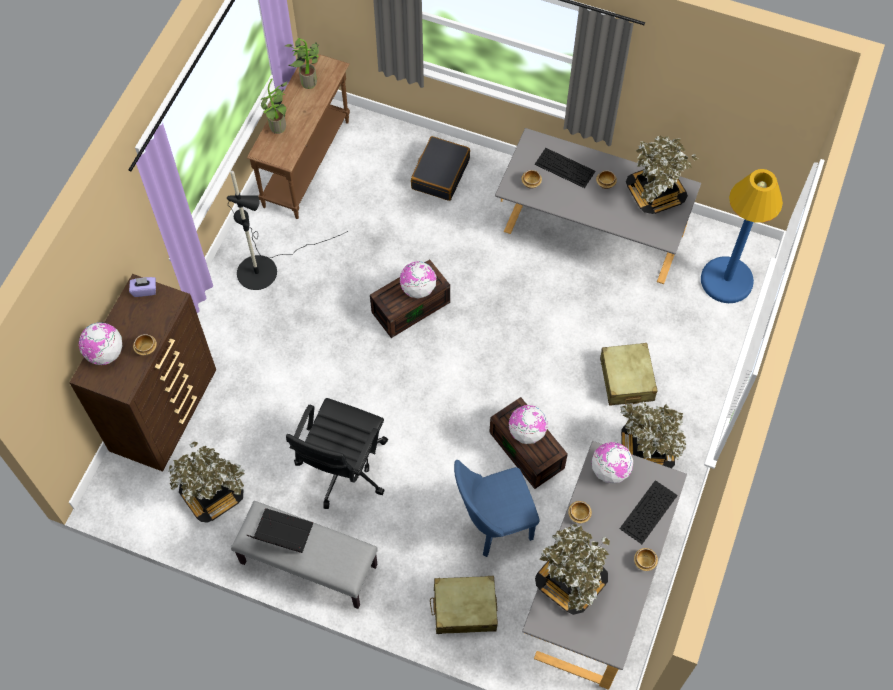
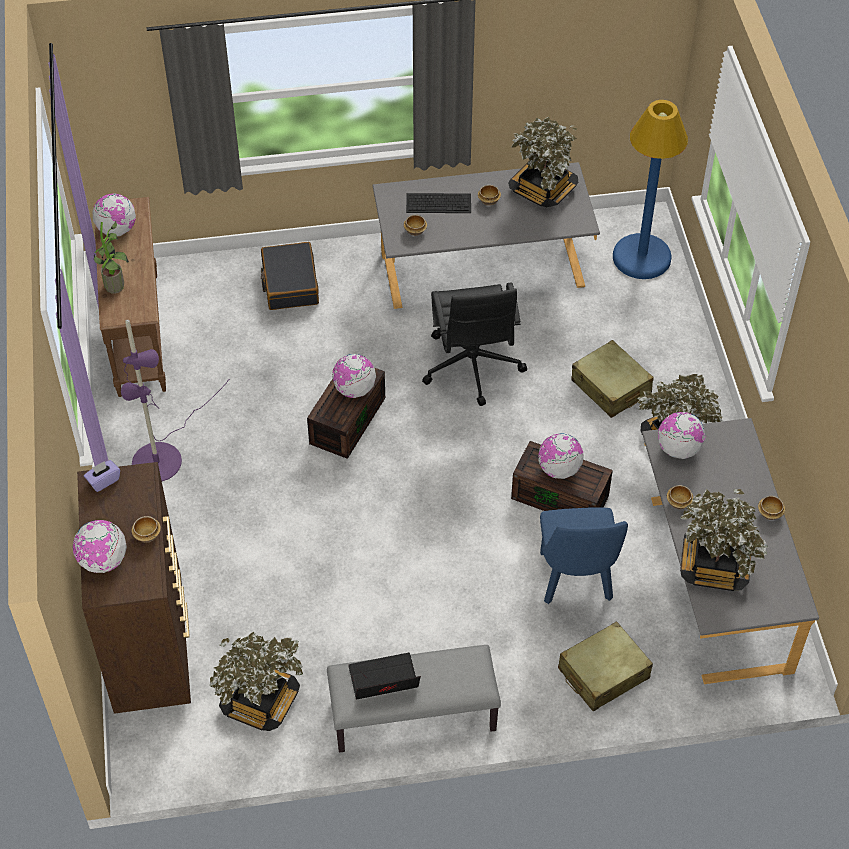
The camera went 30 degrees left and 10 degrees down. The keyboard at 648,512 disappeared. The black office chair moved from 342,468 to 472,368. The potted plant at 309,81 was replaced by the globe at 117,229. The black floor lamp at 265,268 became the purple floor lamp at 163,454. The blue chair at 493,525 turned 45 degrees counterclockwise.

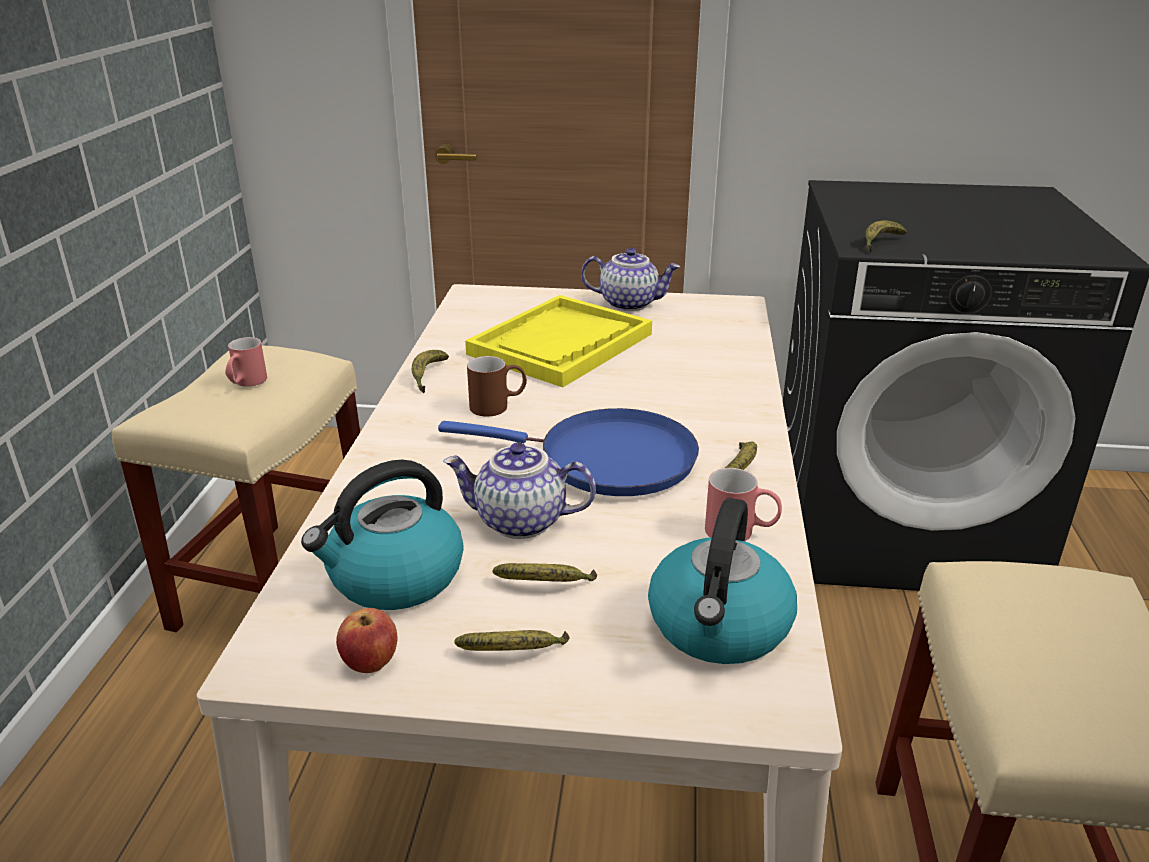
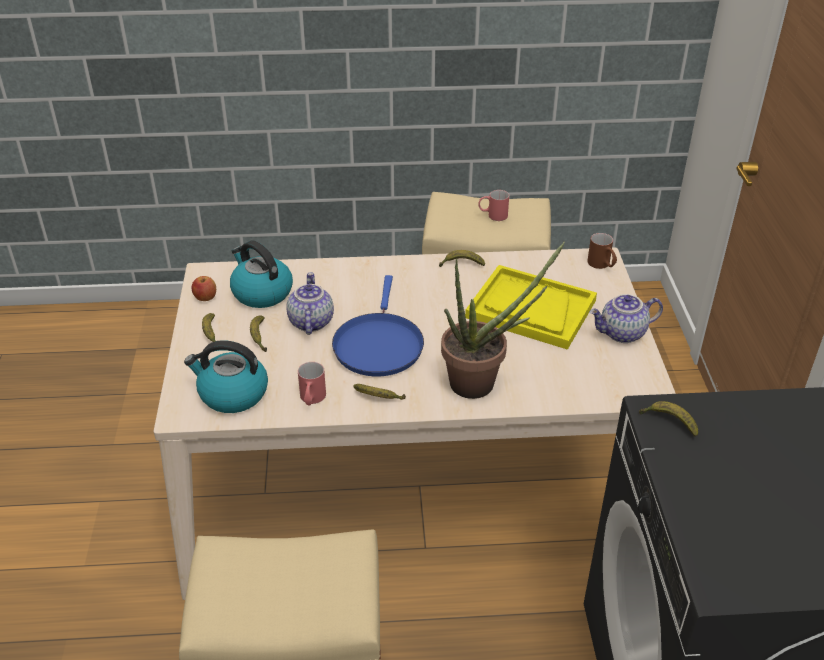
The camera went 80 degrees right and 10 degrees up. The potted plant at 482,383 appeared. The brown mug moved from 498,406 to 602,265. The teapot at 629,303 turned 75 degrees clockwise.

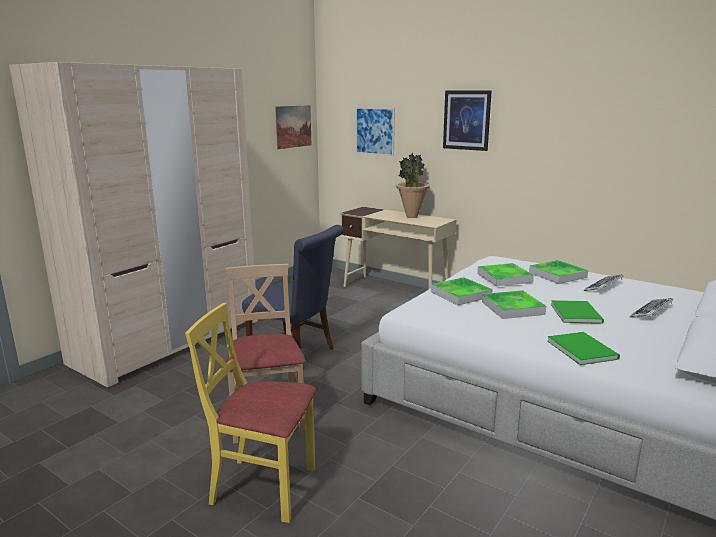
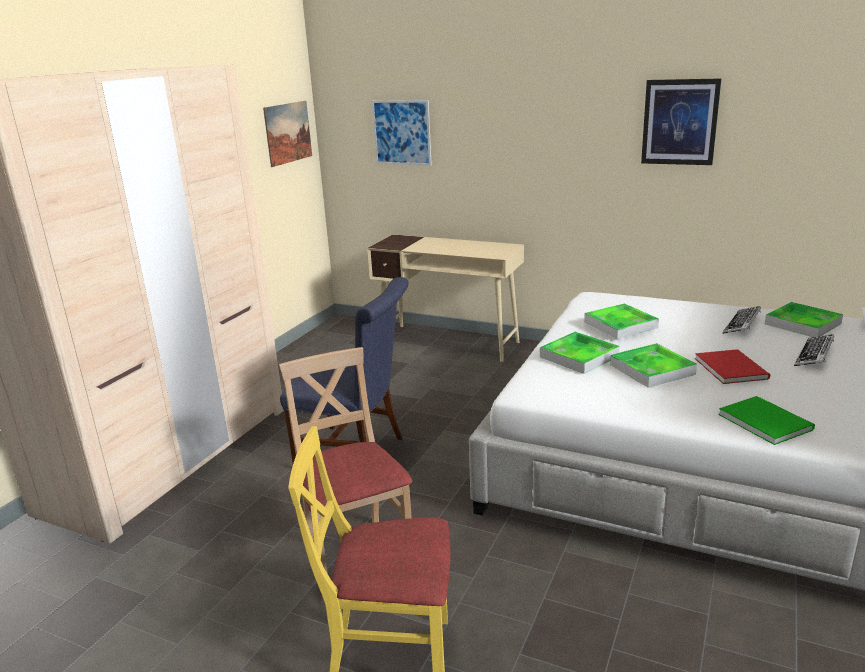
The camera went 10 degrees left and 5 degrees up. The potted plant at 411,216 disappeared. The picture moved from 466,120 to 679,122. The tray moved from 557,275 to 802,324. The green book at 576,313 became the red book at 731,367.

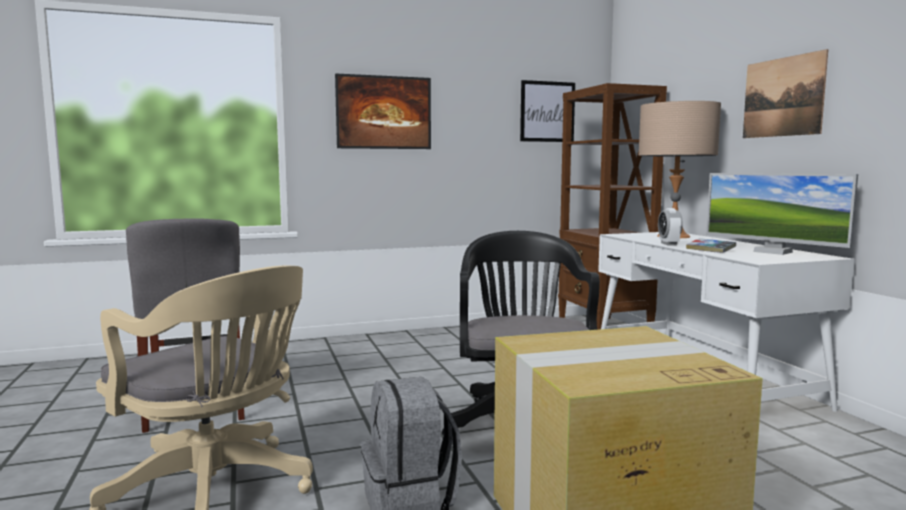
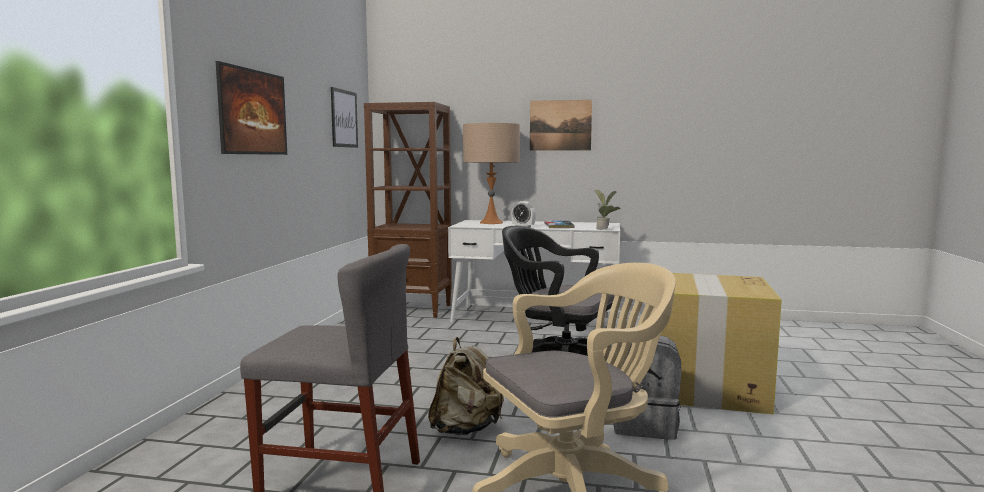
The camera went 60 degrees left and 0 degrees up. The monitor at 772,252 disappeared. The beige backpack at 466,429 appeared. The potted plant at 605,229 appeared.

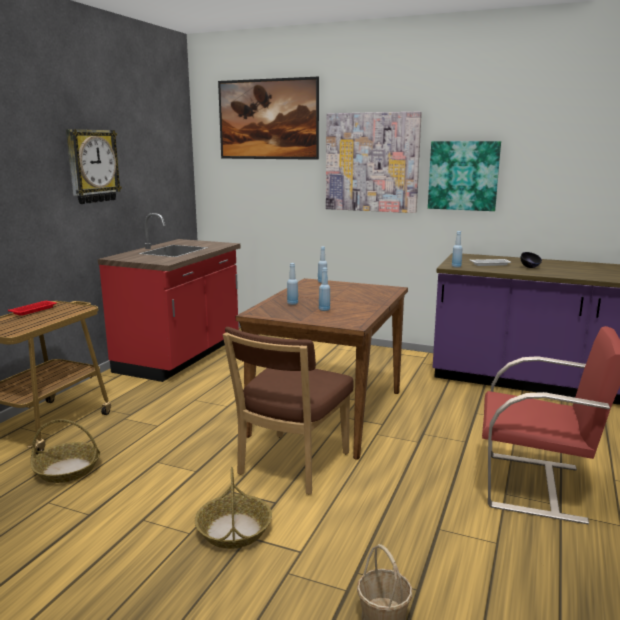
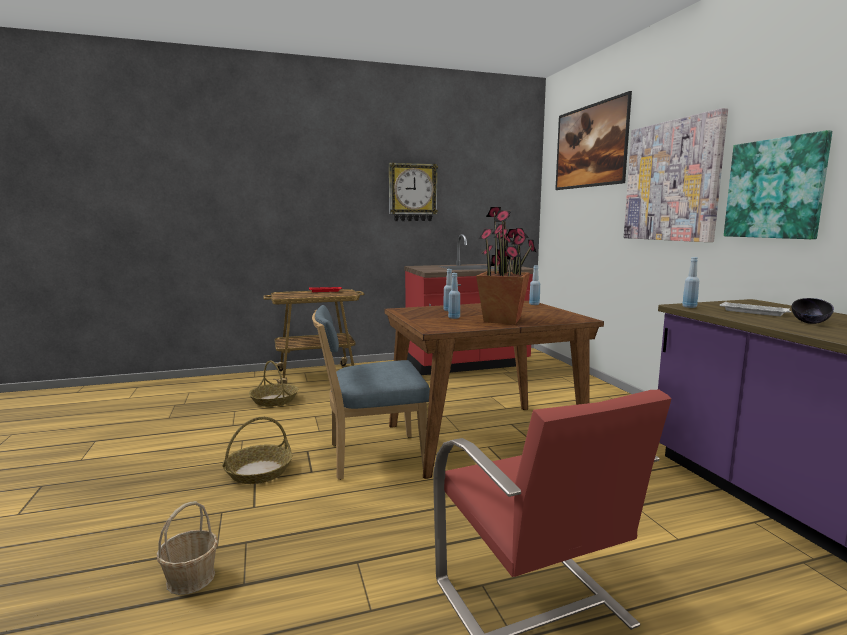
The camera went 50 degrees right and 5 degrees down. The potted plant at 503,320 appeared. The brown chair at 290,466 became the blue chair at 371,457.

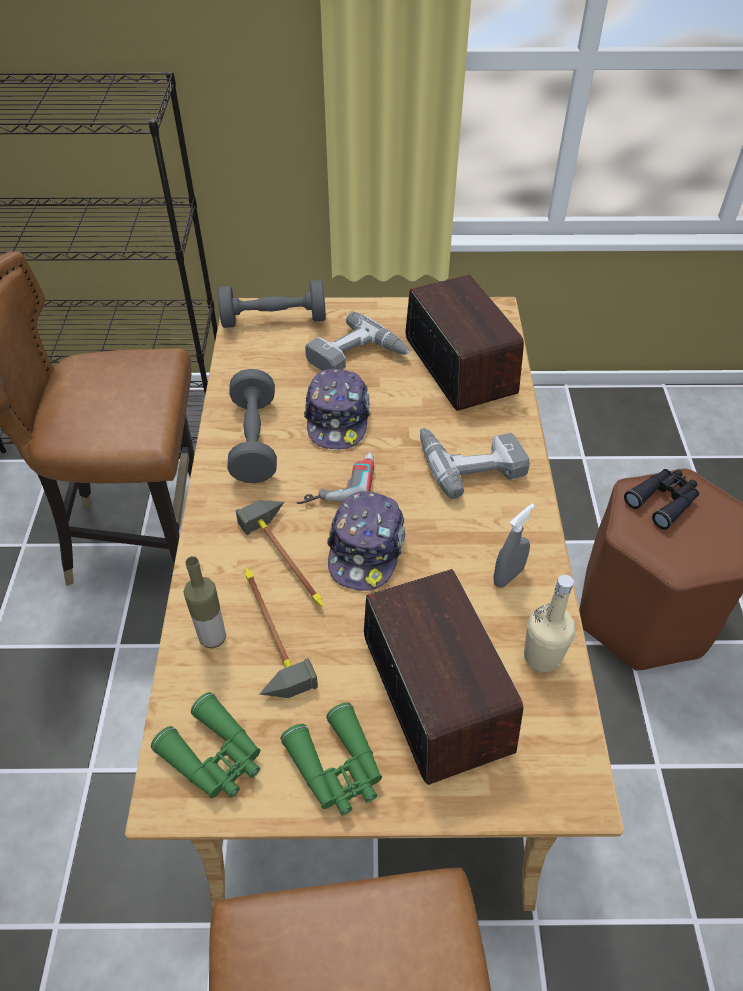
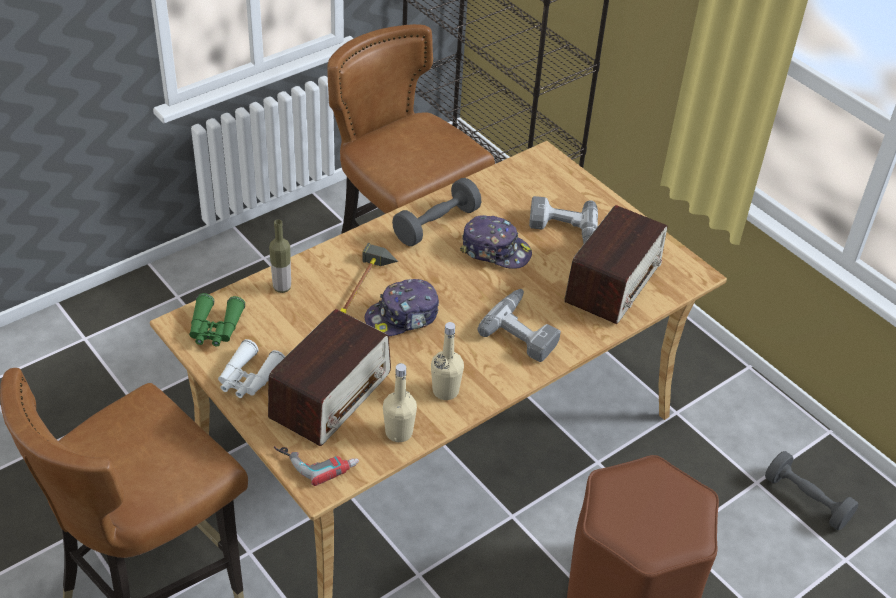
The camera went 50 degrees right and 5 degrees down. The hammer at 263,633 disappeared. The black binoculars at 663,501 disappeared. The grey dumbbell moved from 274,320 to 806,500. The power drill moved from 337,482 to 317,459. The grey spray bottle at 508,576 was replaced by the beige bottle at 445,391. The green binoculars at 337,768 became the white binoculars at 248,378. The cap at 338,418 turned 120 degrees counterclockwise.

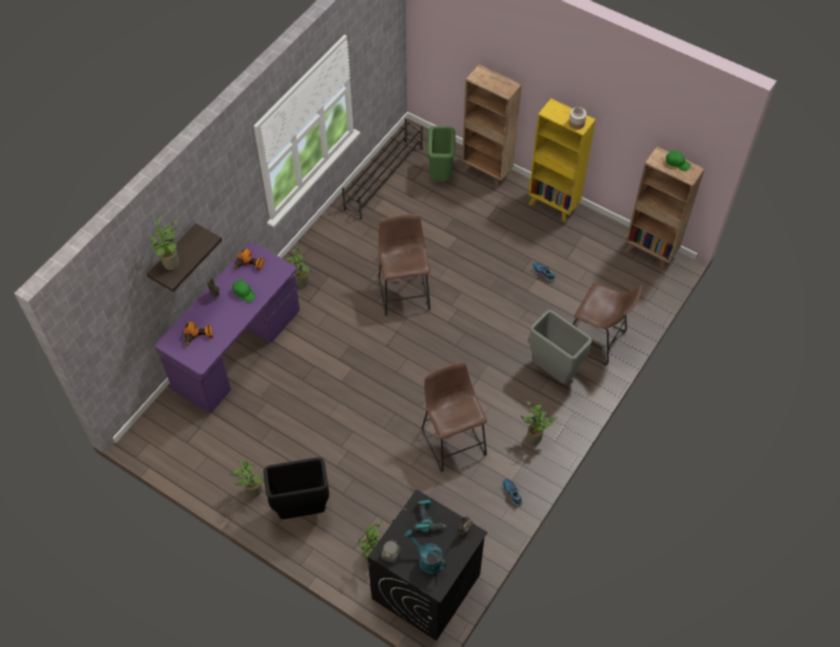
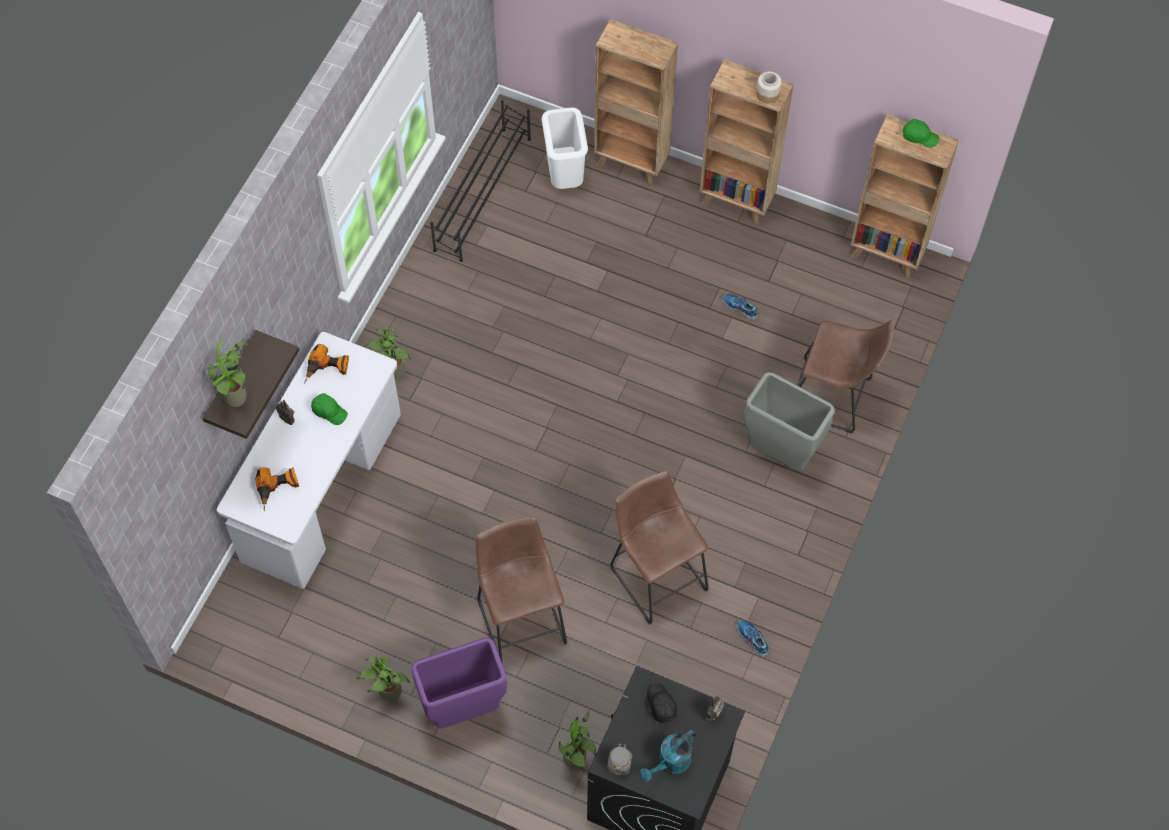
The camera went 10 degrees left and 5 degrees up. The potted plant at 535,436 disappeared. The brown stool moved from 404,291 to 521,617. The power drill at 428,519 was replaced by the black cap at 661,705. The purple desk at 237,349 became the white desk at 322,487. The black trash can at 302,510 became the purple trash can at 464,710. The green trash can at 441,175 became the white trash can at 565,177. The yellow bookcase at 553,205 became the brown bookcase at 736,202. The turquoise watering can at 427,560 turned 75 degrees counterclockwise.

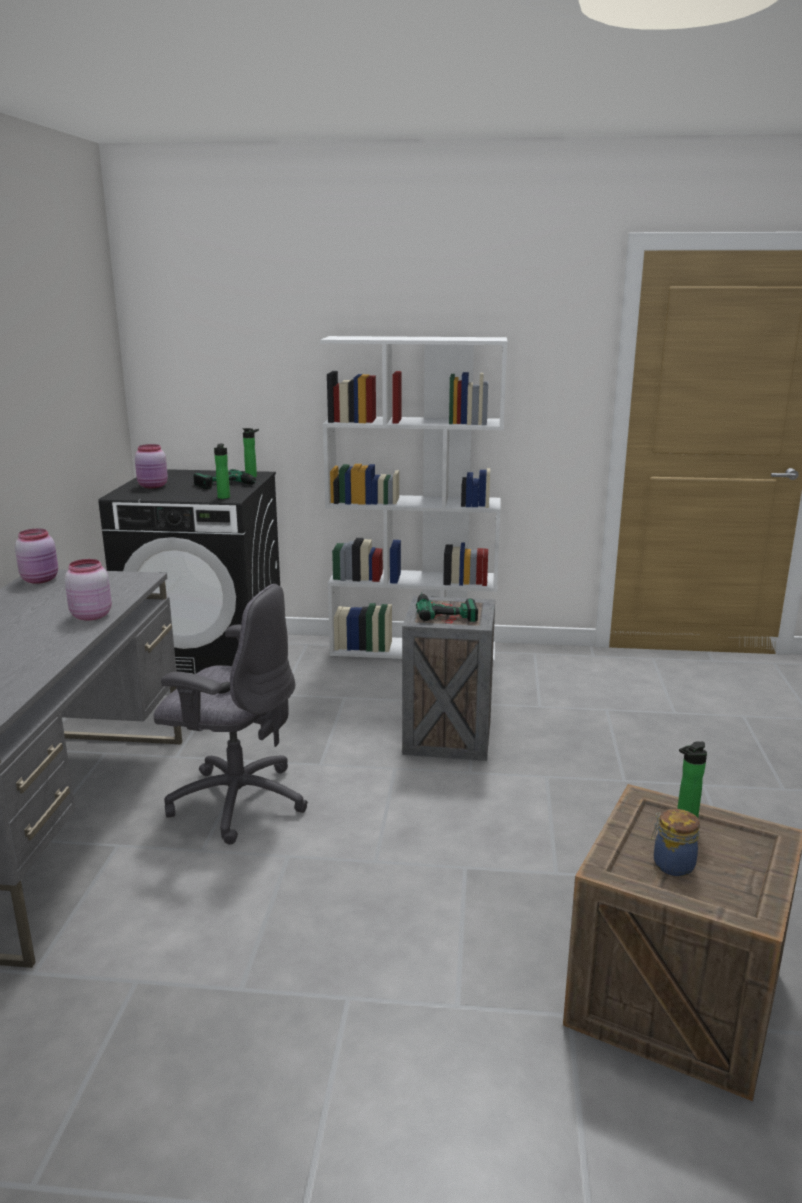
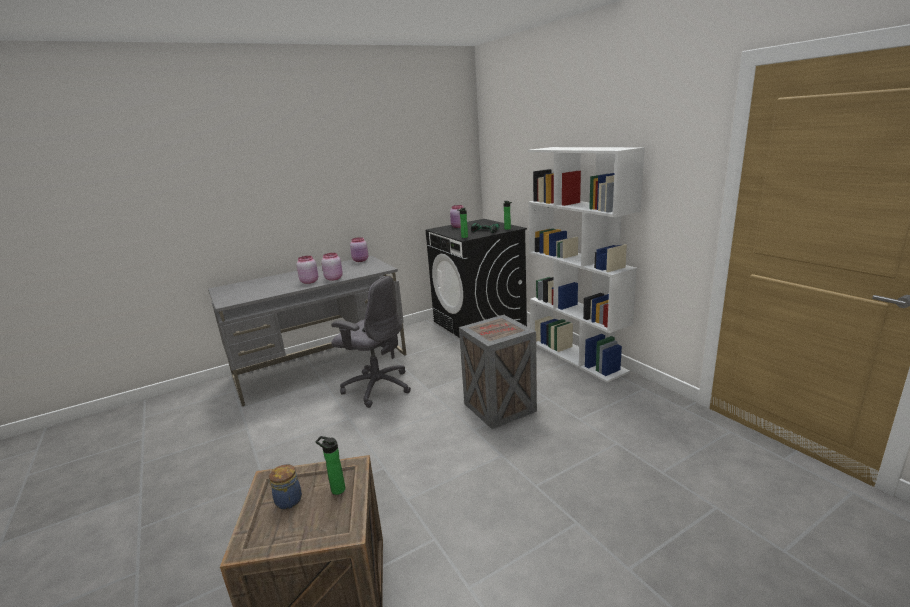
The camera went 55 degrees right and 0 degrees up. The power drill at 444,610 disappeared. The pink jar at 309,281 appeared. The grey office chair at 236,801 turned 45 degrees counterclockwise.

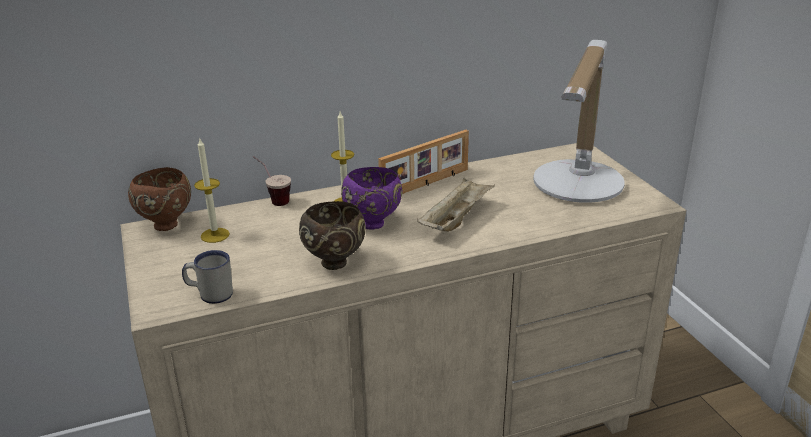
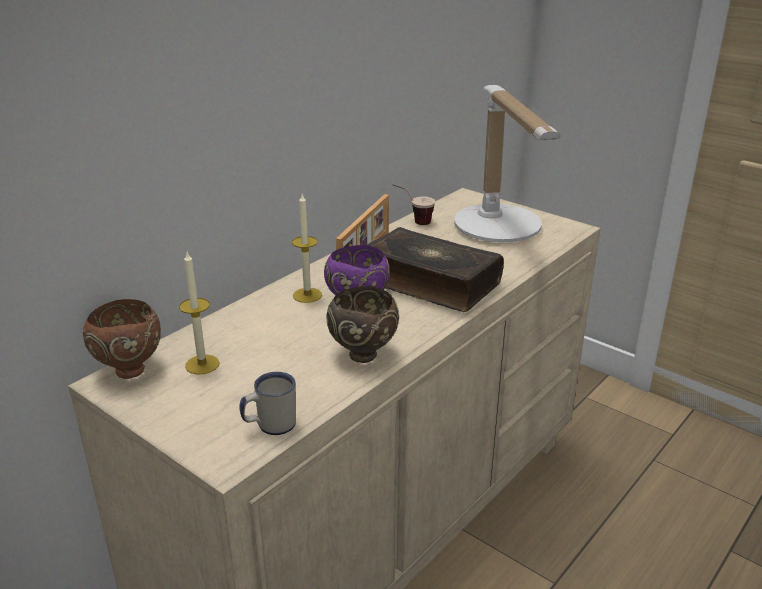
The camera went 30 degrees left and 0 degrees up. The cup moved from 273,199 to 413,222. The beige tray at 456,219 was replaced by the book at 429,283.

